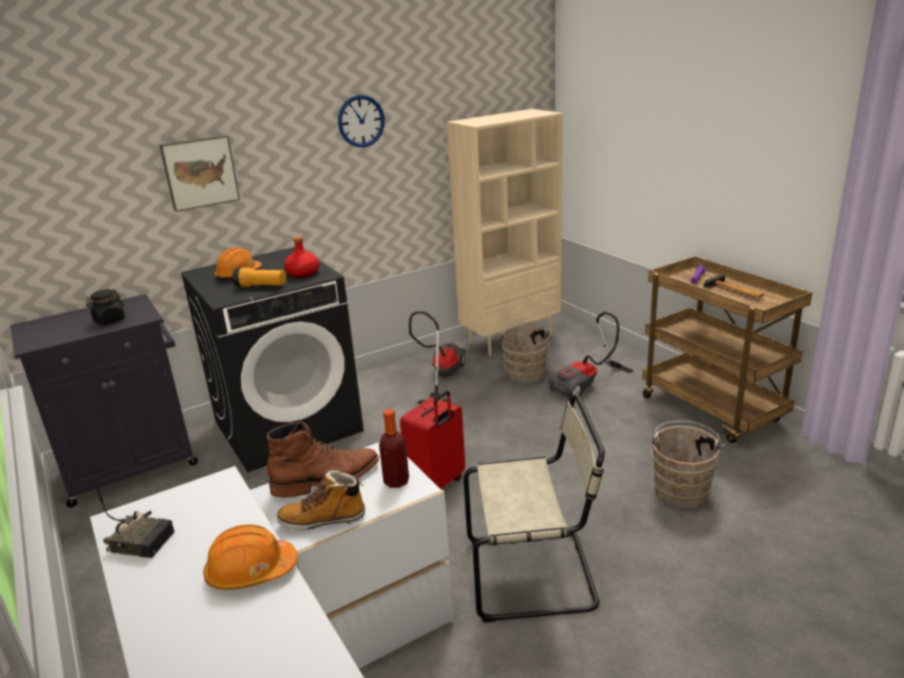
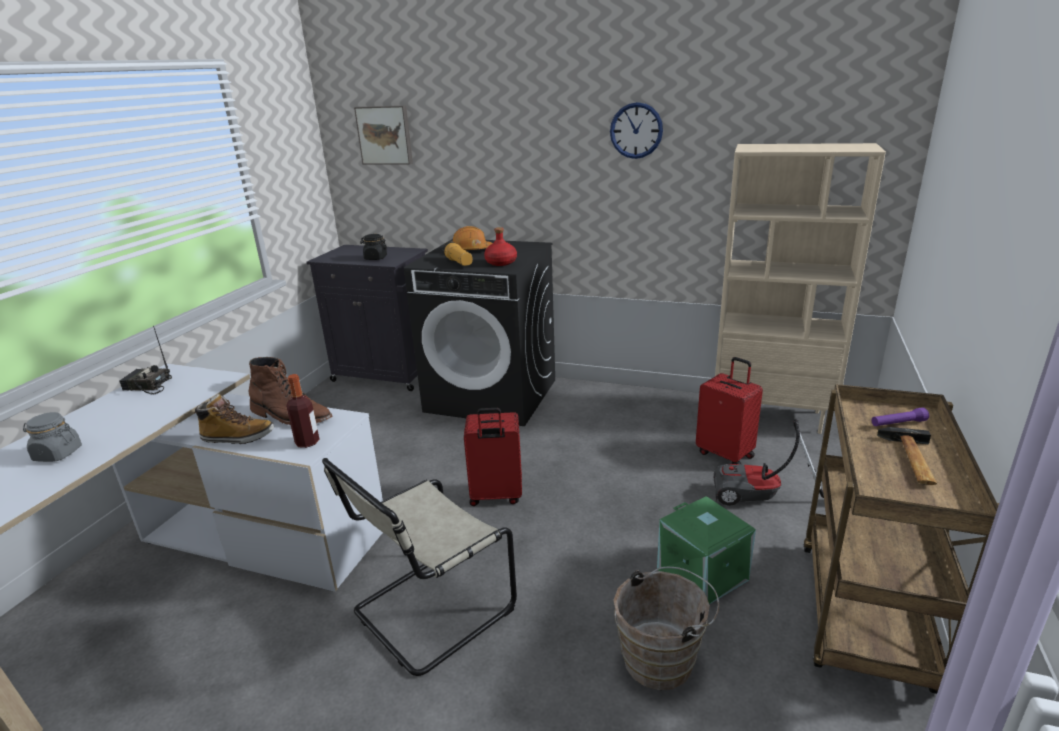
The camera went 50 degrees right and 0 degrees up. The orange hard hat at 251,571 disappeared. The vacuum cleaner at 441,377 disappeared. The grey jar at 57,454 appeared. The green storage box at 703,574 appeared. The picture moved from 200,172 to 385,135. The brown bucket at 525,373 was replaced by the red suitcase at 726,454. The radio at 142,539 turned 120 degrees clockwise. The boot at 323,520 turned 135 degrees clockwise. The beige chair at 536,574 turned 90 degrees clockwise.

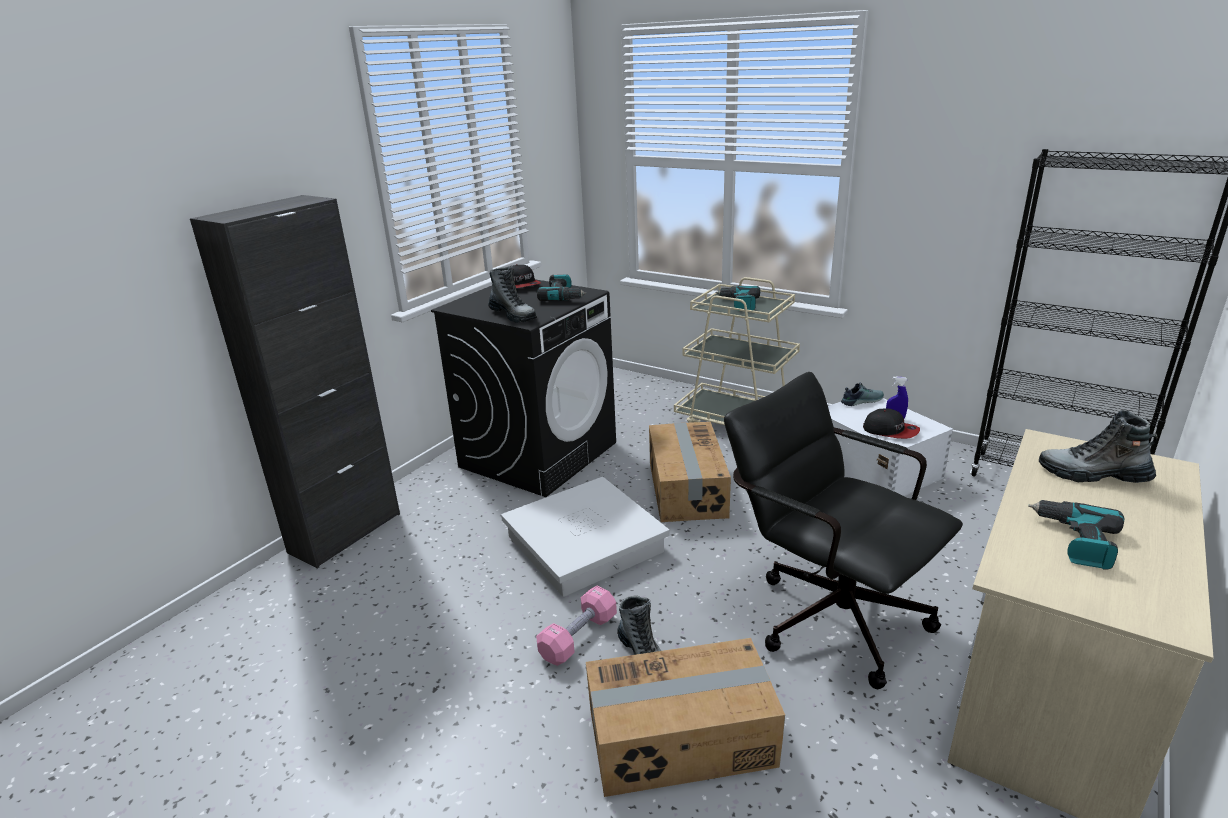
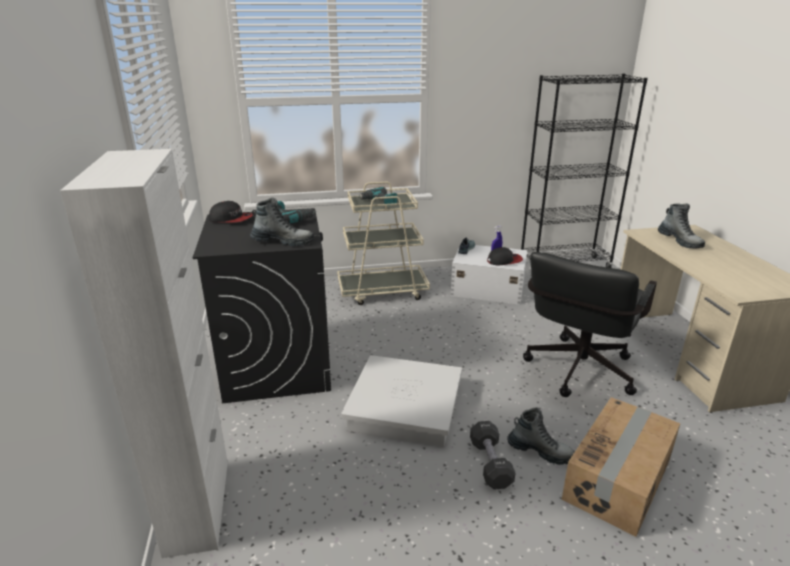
The camera went 45 degrees left and 0 degrees up. The cardboard box at 686,489 disappeared. The power drill at 1075,541 disappeared. The black cabinet at 345,533 became the white cabinet at 198,506. The pink dumbbell at 578,637 became the black dumbbell at 490,464. The black office chair at 827,612 turned 60 degrees counterclockwise. The boot at 1093,475 turned 90 degrees counterclockwise.

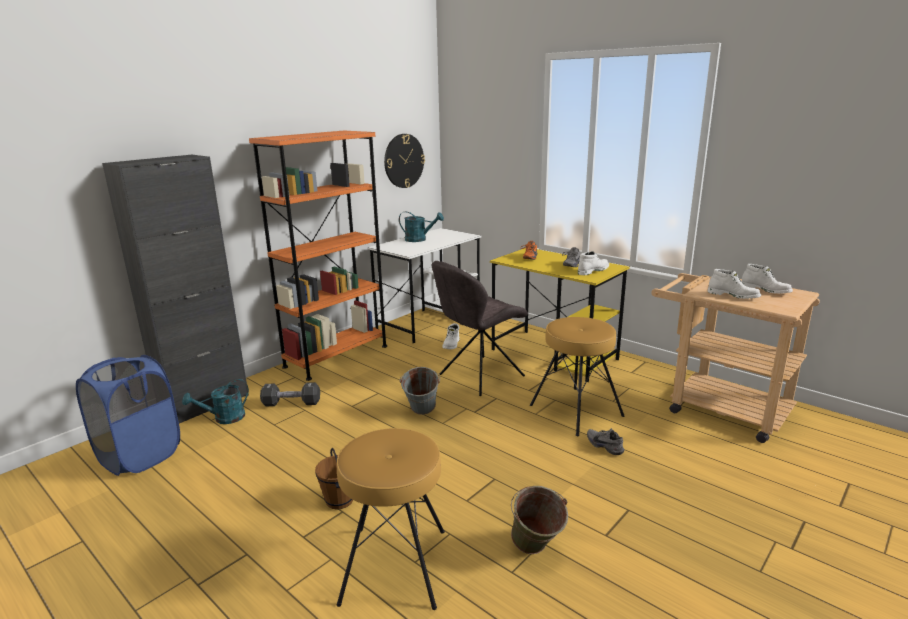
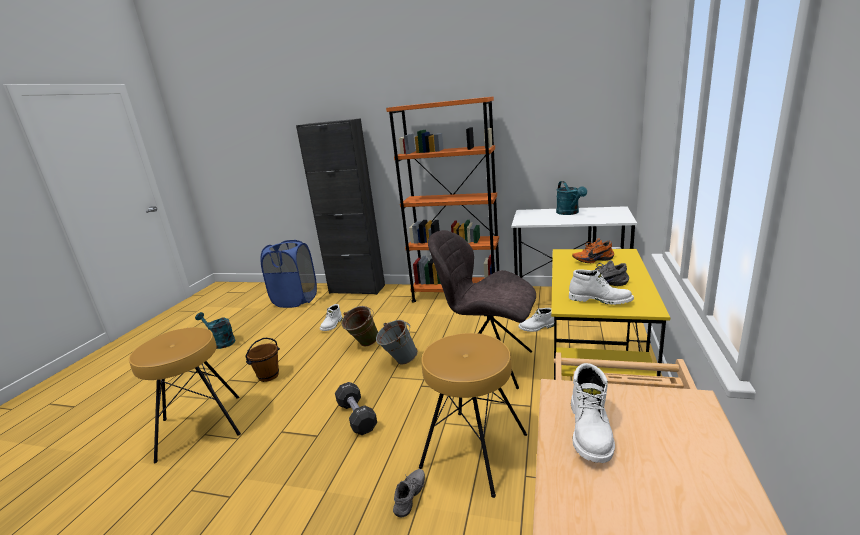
The camera went 65 degrees right and 0 degrees up. The wall clock at 403,161 disappeared. The turquoise watering can moved from 224,419 to 220,342. The black dumbbell moved from 291,403 to 357,416. The green bucket moved from 536,551 to 363,345. The white boot moved from 765,290 to 332,325.

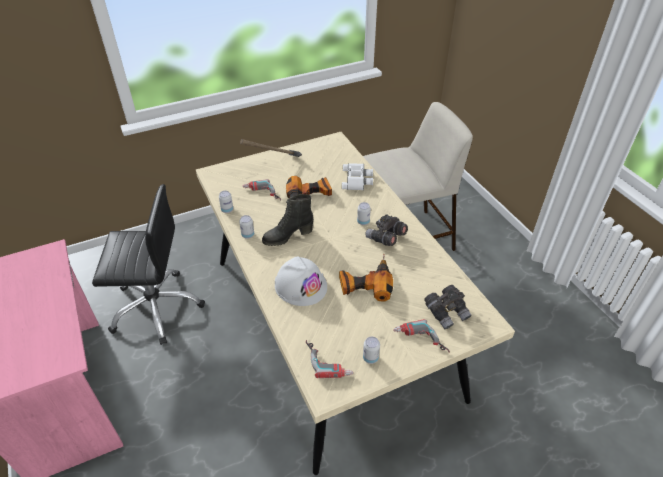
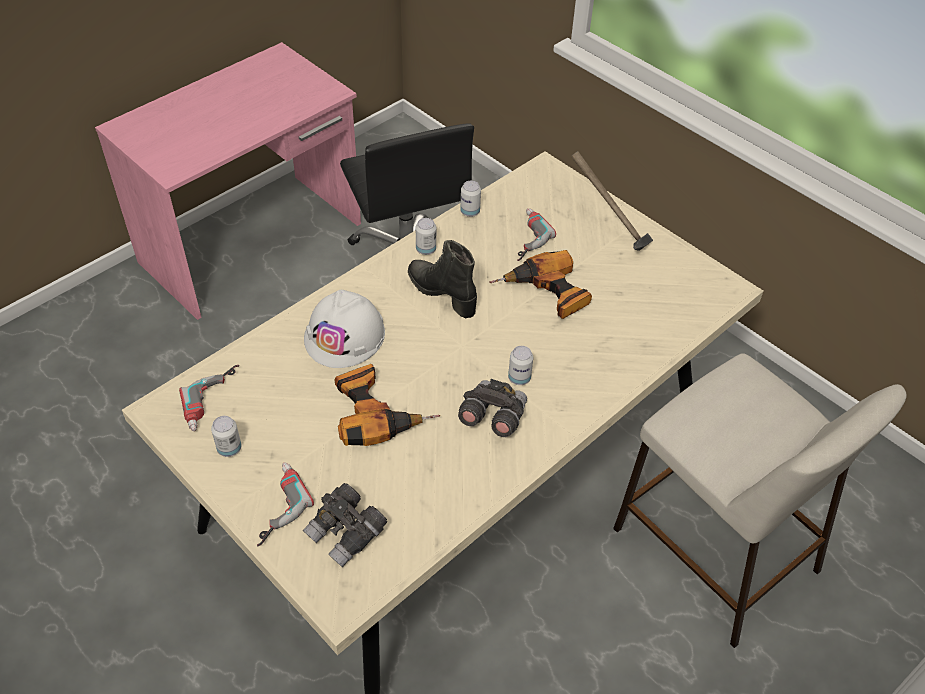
The camera went 70 degrees right and 5 degrees up. The white binoculars at 357,180 disappeared.

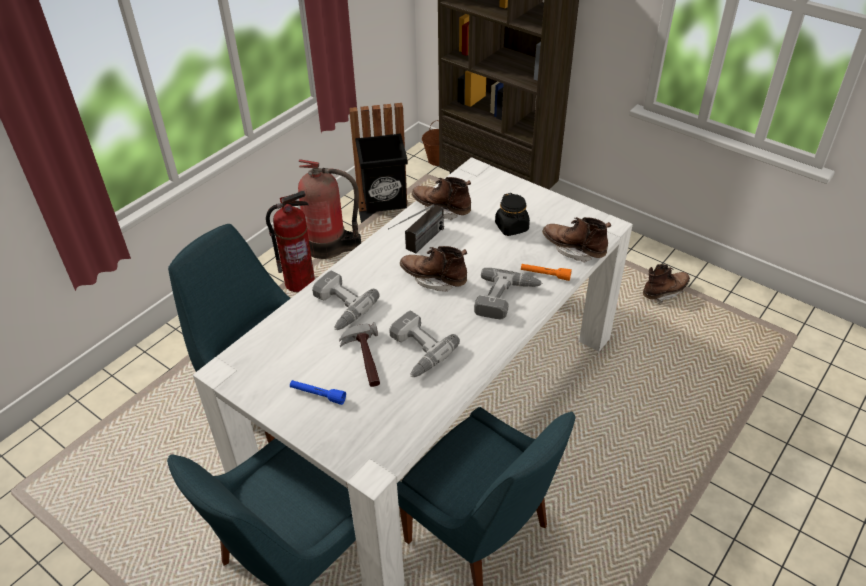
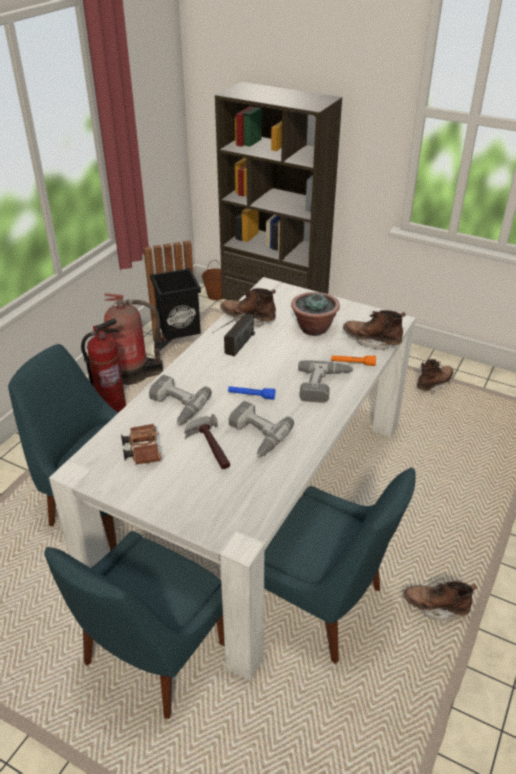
The camera went 10 degrees left and 5 degrees down. The brown binoculars at 143,450 appeared. The blue flashlight moved from 317,395 to 251,396. The brown boot moved from 434,279 to 435,607. The black jar at 512,227 was replaced by the potted plant at 313,328.

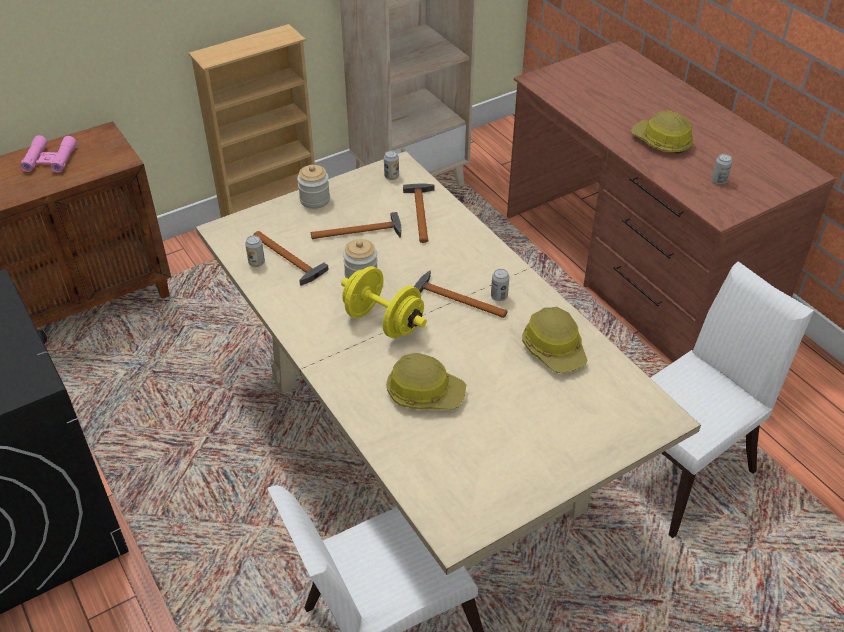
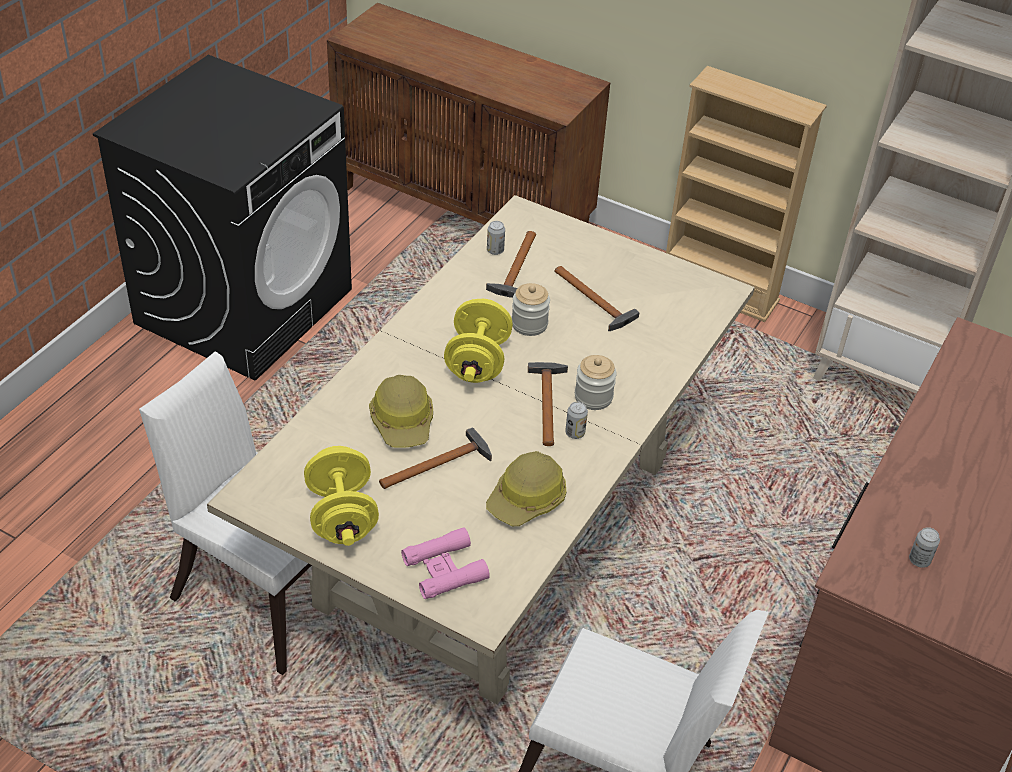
The camera went 60 degrees right and 0 degrees up. The can at 391,176 disappeared. The hard hat at 661,142 disappeared. The yellow dumbbell at 342,516 appeared. The pink binoculars moved from 50,159 to 444,569. The jar moved from 315,200 to 593,397. The hammer moved from 421,212 to 439,464.

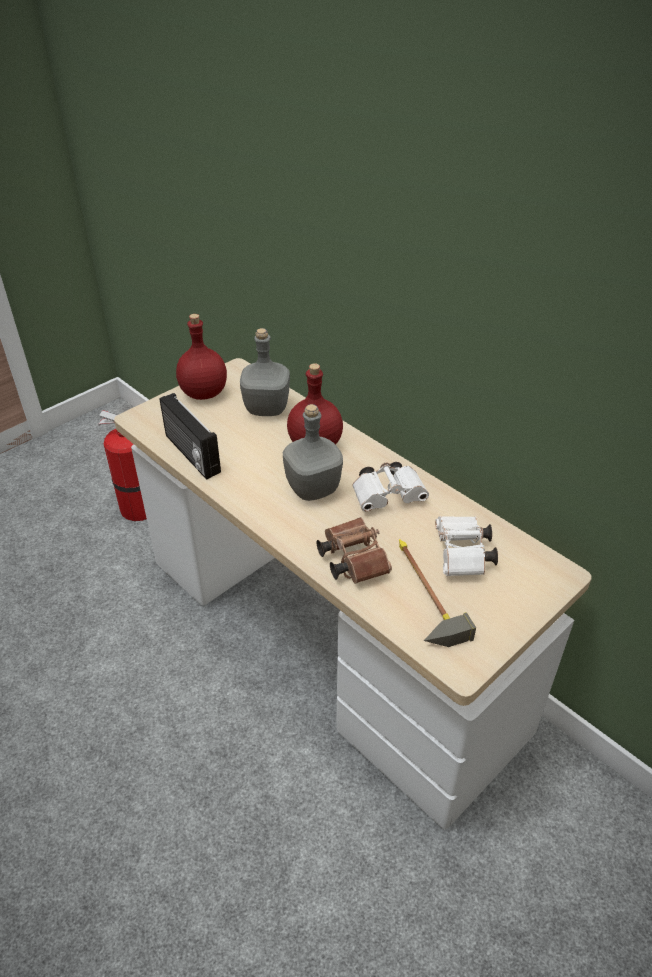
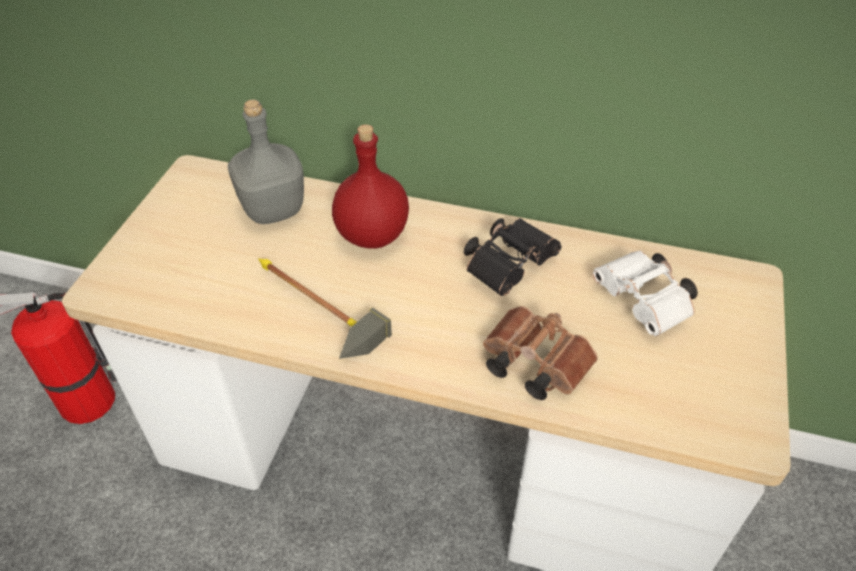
The camera went 30 degrees left and 5 degrees up. The radio at 191,454 disappeared. The red bottle at 204,392 disappeared. The grey bottle at 312,488 disappeared. The hammer moved from 419,594 to 309,310. The white binoculars at 390,497 became the black binoculars at 510,265.

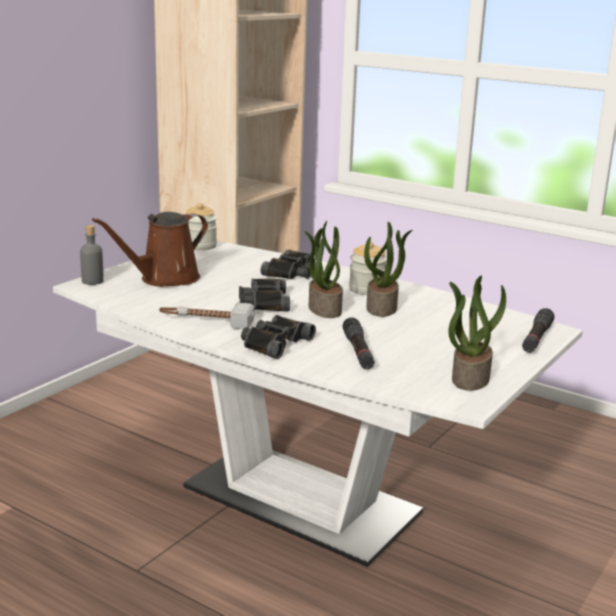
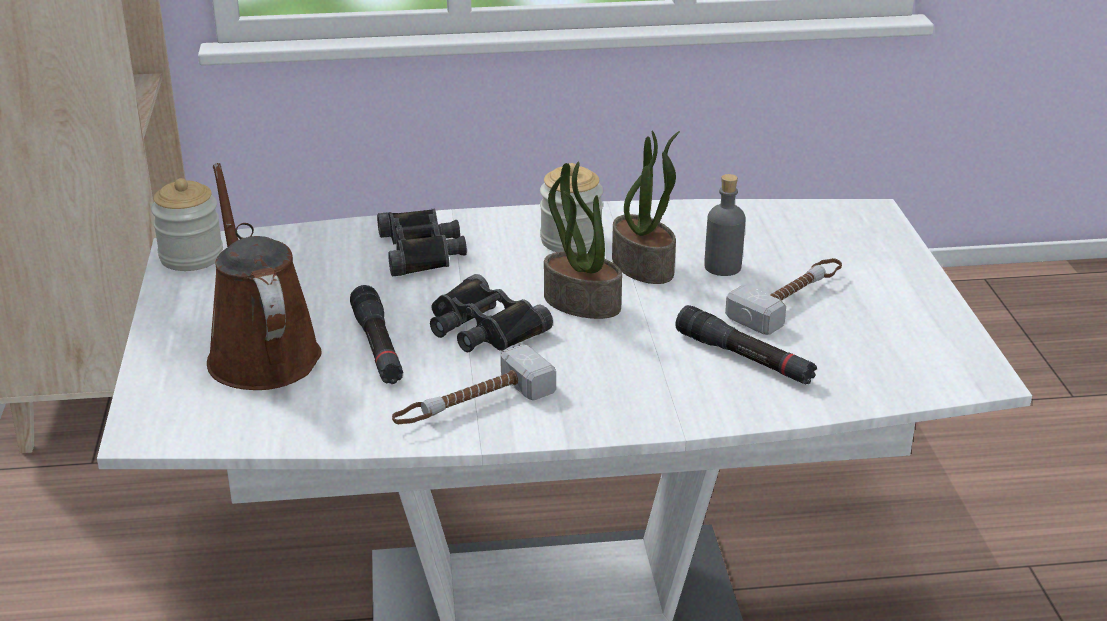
The camera went 40 degrees left and 10 degrees up. The black binoculars at 274,343 disappeared. The potted plant at 469,378 disappeared. The hammer at 791,300 appeared. The grey bottle moved from 92,281 to 722,267. The black flashlight moved from 536,338 to 378,347. The brown watering can at 165,279 turned 150 degrees clockwise.

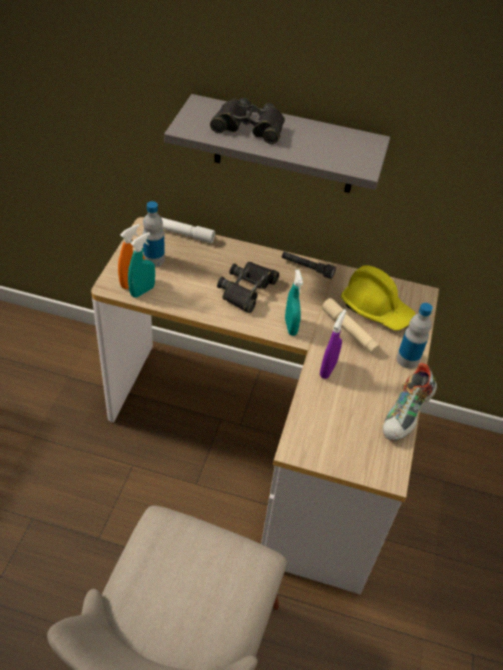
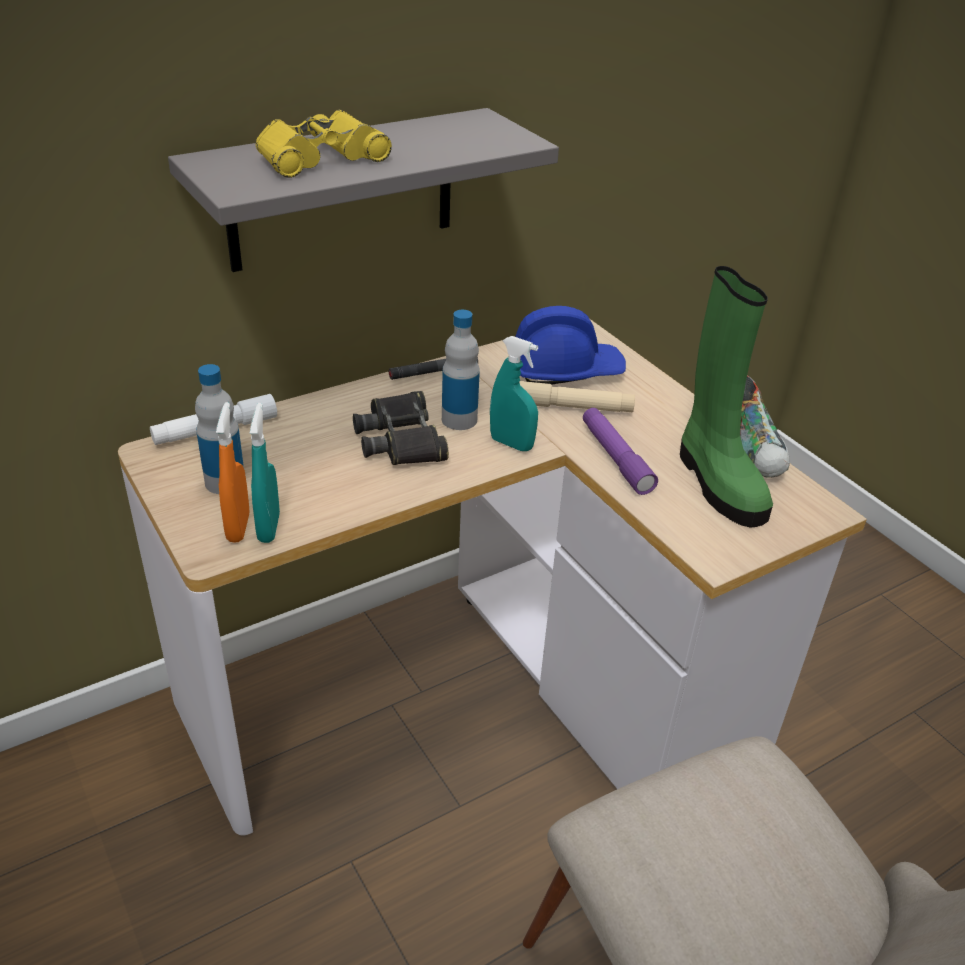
The camera went 45 degrees left and 10 degrees down. The green boot at 717,482 appeared. The bottle moved from 407,359 to 459,419. The purple spray bottle at 328,369 was replaced by the purple flashlight at 615,458. The black binoculars at 249,127 became the yellow binoculars at 319,157. The yellow hard hat at 376,309 became the blue hard hat at 565,371.

